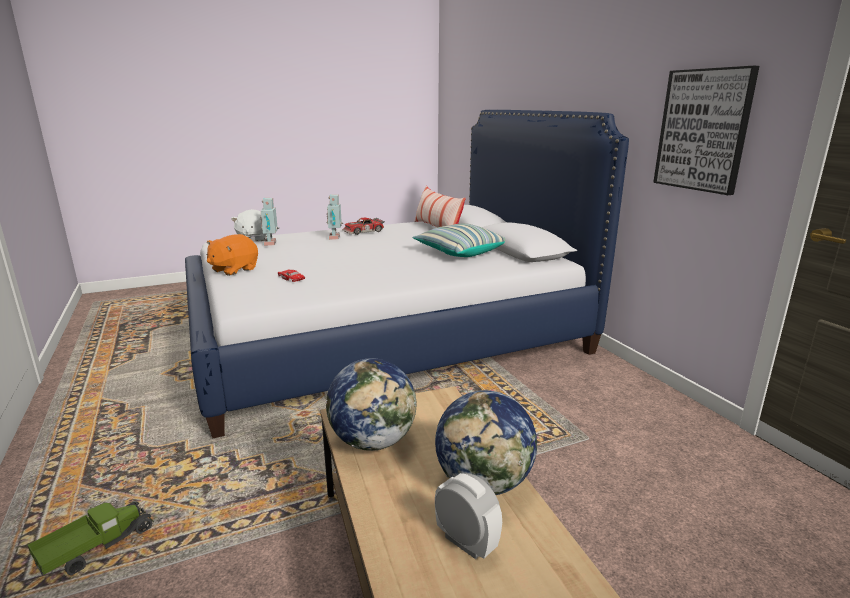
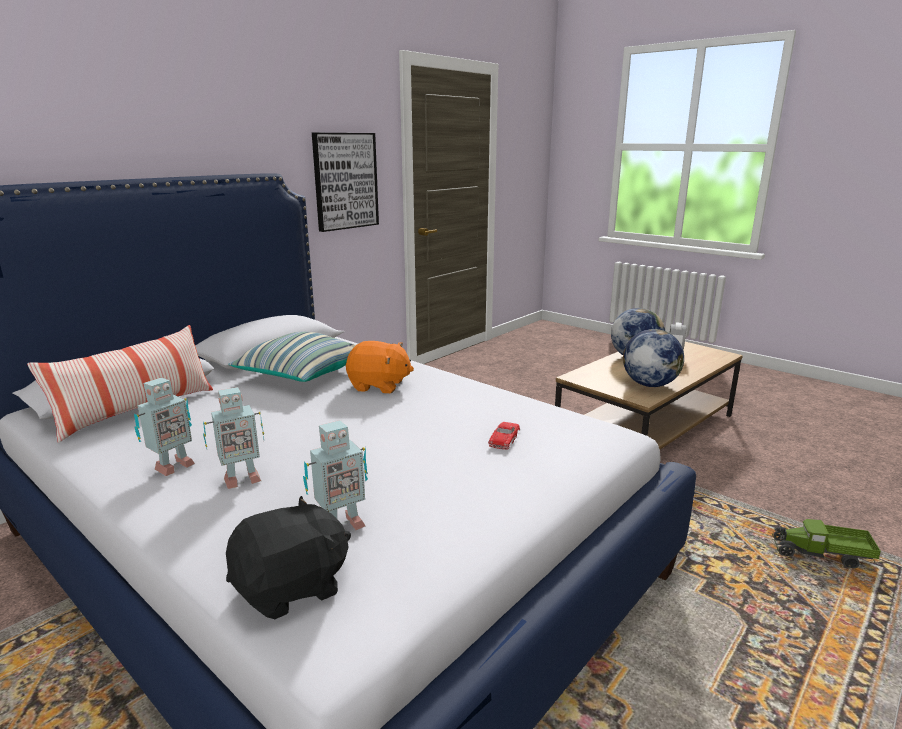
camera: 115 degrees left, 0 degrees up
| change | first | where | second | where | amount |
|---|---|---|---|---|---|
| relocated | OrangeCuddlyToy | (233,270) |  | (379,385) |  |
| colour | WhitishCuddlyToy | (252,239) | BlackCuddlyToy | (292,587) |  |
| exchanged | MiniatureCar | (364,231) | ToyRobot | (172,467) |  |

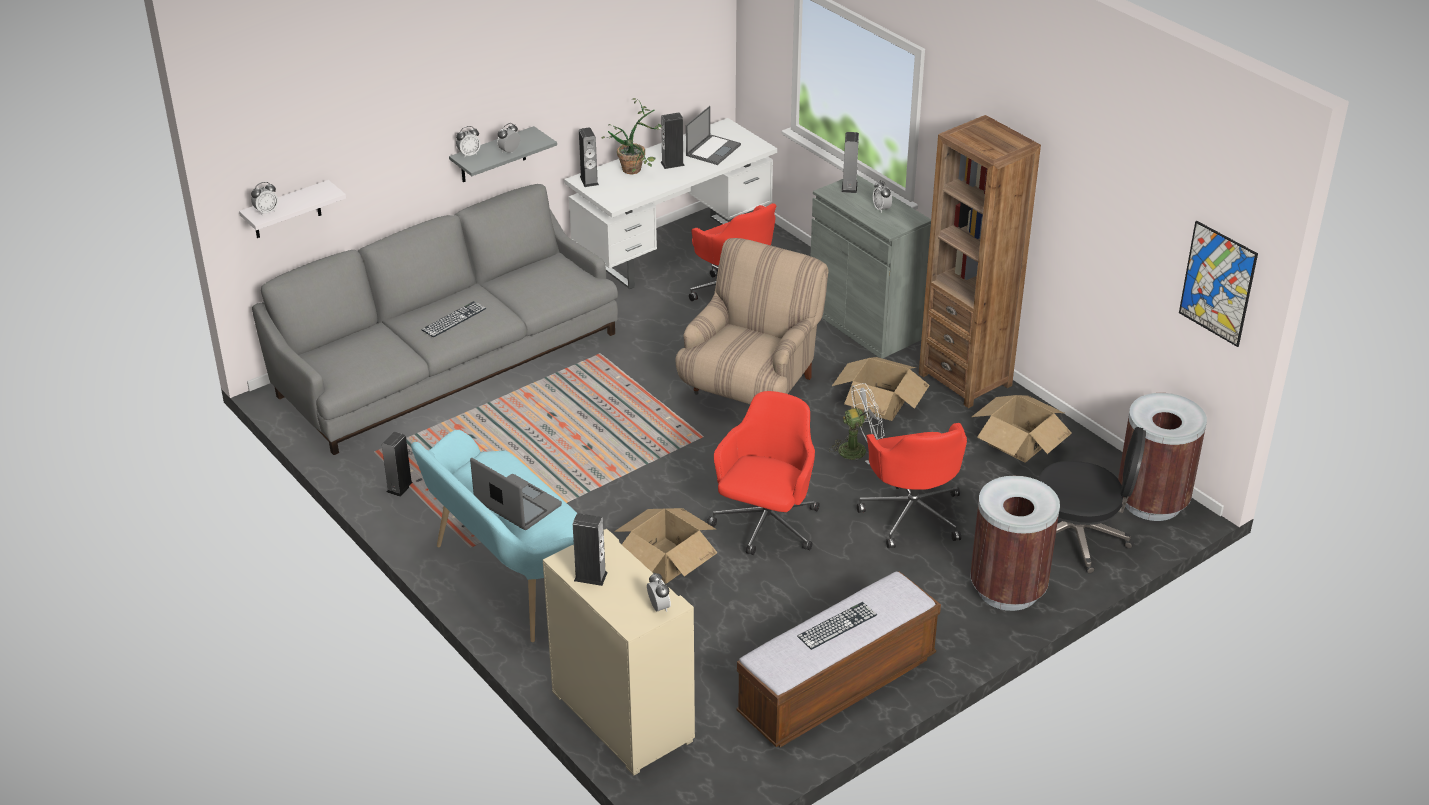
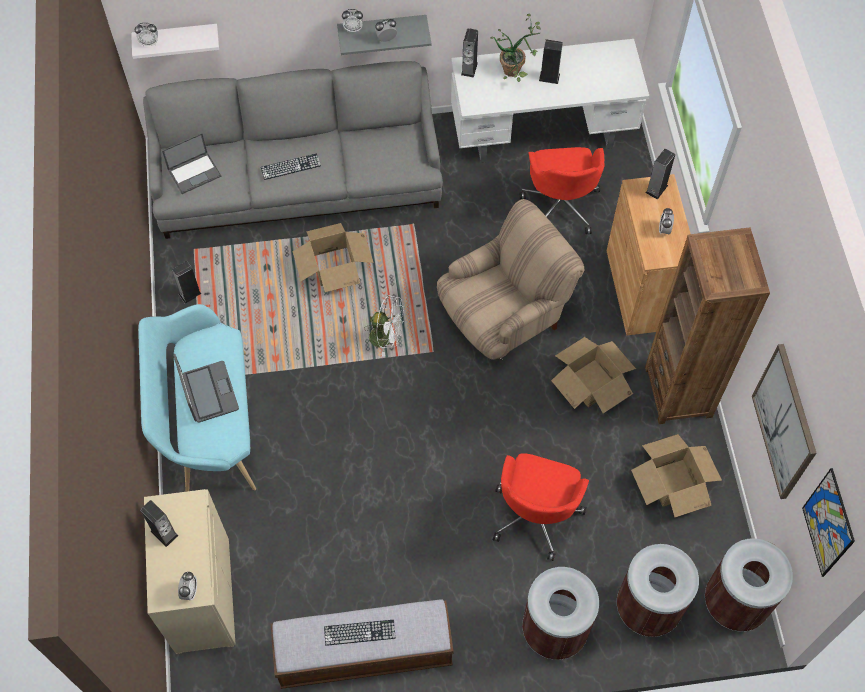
camera: 30 degrees right, 25 degrees up
| change | first | where | second | where | amount |
|---|---|---|---|---|---|
| relocated | CardboardBox | (666,560) |  | (334,266) |  |
| relocated | NotebookComputer | (713,150) |  | (195,172) |  |
| missing | RedColouredComputerChair | (766,526) |  |  |  |
| colour | GreyStorageCabinet | (865,324) | BrownishStorageCabinet | (640,289) |  |
| relocated | WhitishElectricFan | (858,449) |  | (386,337) |  |
| exchanged | BlackComputerChair | (1079,538) | BrownishTrashCan | (648,608) |  |
| appeared |  |  | Picture | (785,422) |  |

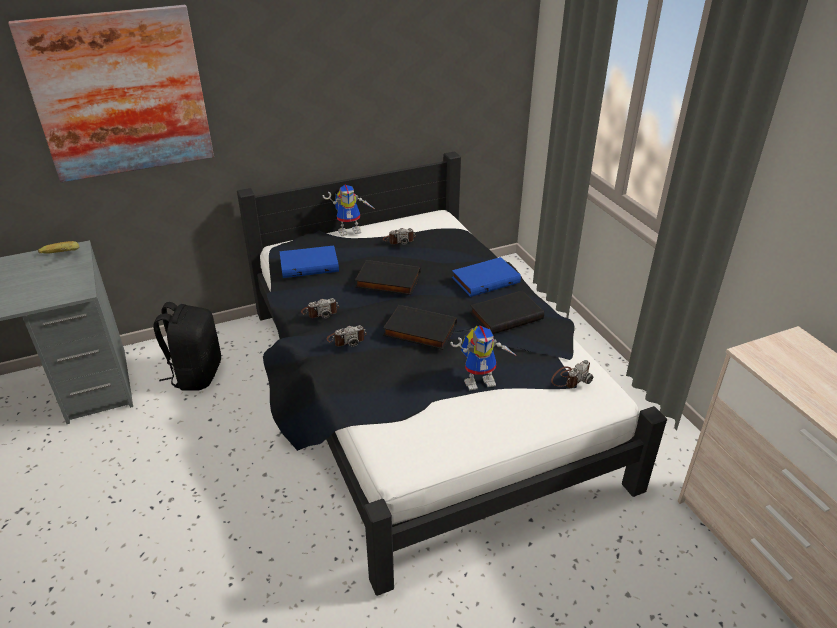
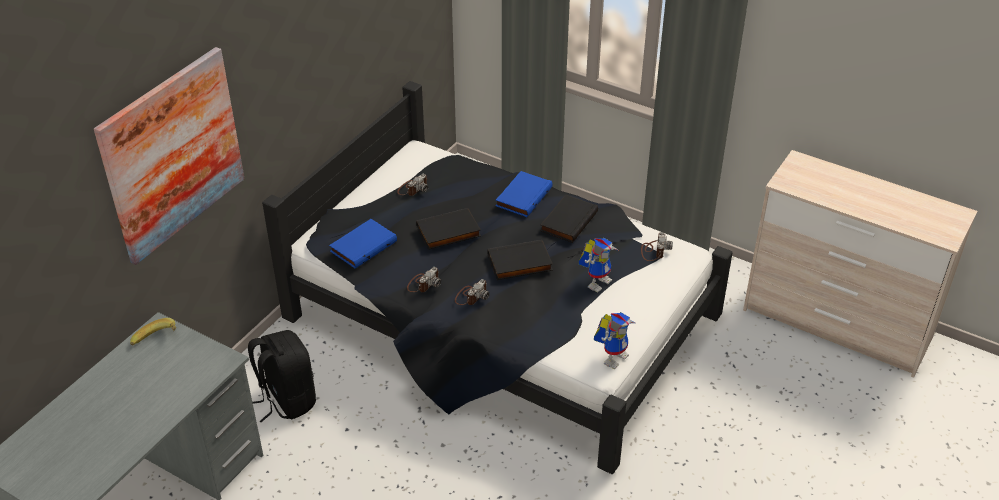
camera: 35 degrees left, 5 degrees up
| change | first | where | second | where | amount |
|---|---|---|---|---|---|
| relocated | ToyRobot | (351,230) |  | (613,356) |  |

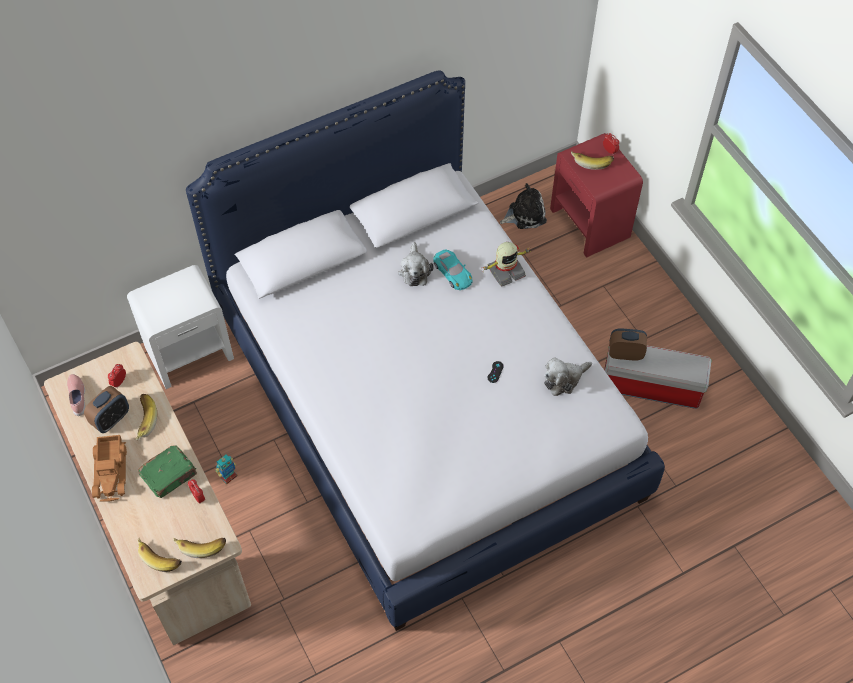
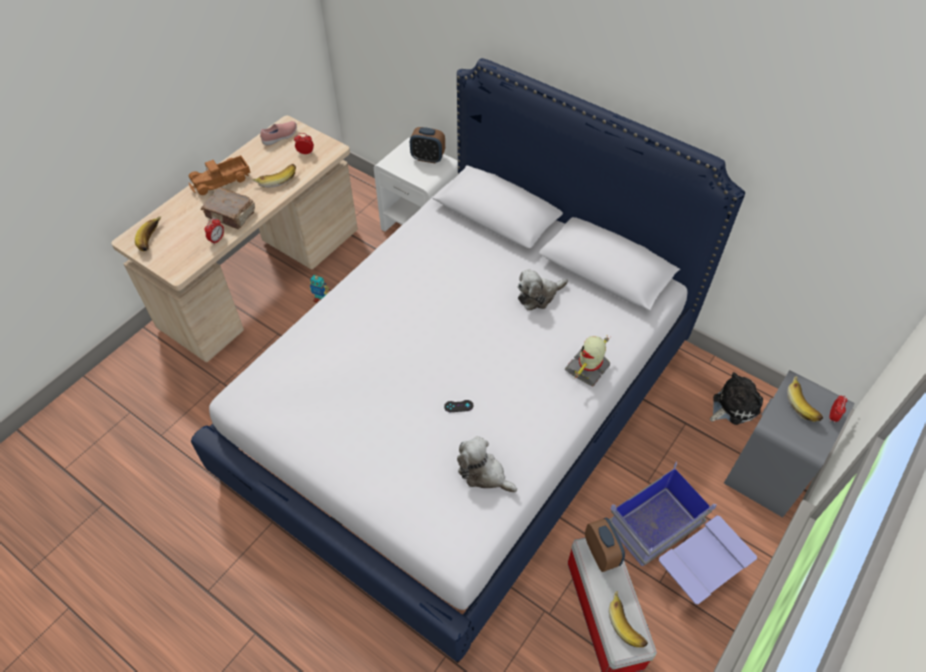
camera: 65 degrees right, 5 degrees down
| change | first | where | second | where | amount |
|---|---|---|---|---|---|
| relocated | BedsideClock | (111,419) |  | (428,158) |  |
| colour | GreenishBoundBook | (170,475) | BrownishBoundBook | (231,215) |  |
| relocated | BananaFruit | (201,545) |  | (628,623) |  |
| missing | BlueGreenMiniatureCar | (452,272) |  |  |  |
| spun | ToyRobot | (505,271) |  | (588,369) | 90 degrees clockwise |
| spun | CuddlyToy | (525,214) |  | (733,406) | 75 degrees counterclockwise |
| colour | RedColouredNightTable | (590,223) | GreyNightTable | (769,470) |  |
| appeared |  |  | BlueStorageBox | (673,550) |  |

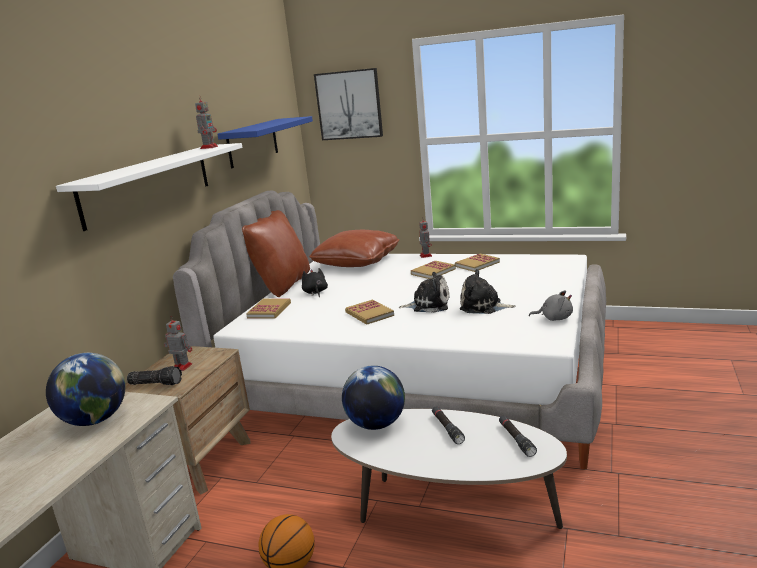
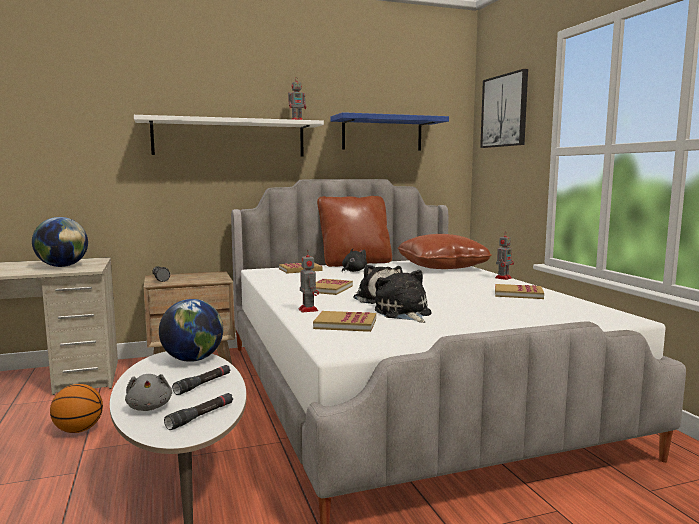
camera: 50 degrees right, 10 degrees down
| change | first | where | second | where | amount |
|---|---|---|---|---|---|
| relocated | ToyRobot | (181,367) |  | (308,309) |  |
| relocated | BoundBook | (433,271) |  | (345,324) |  |
| relocated | GreyCuddlyToy | (554,318) |  | (149,407) |  |

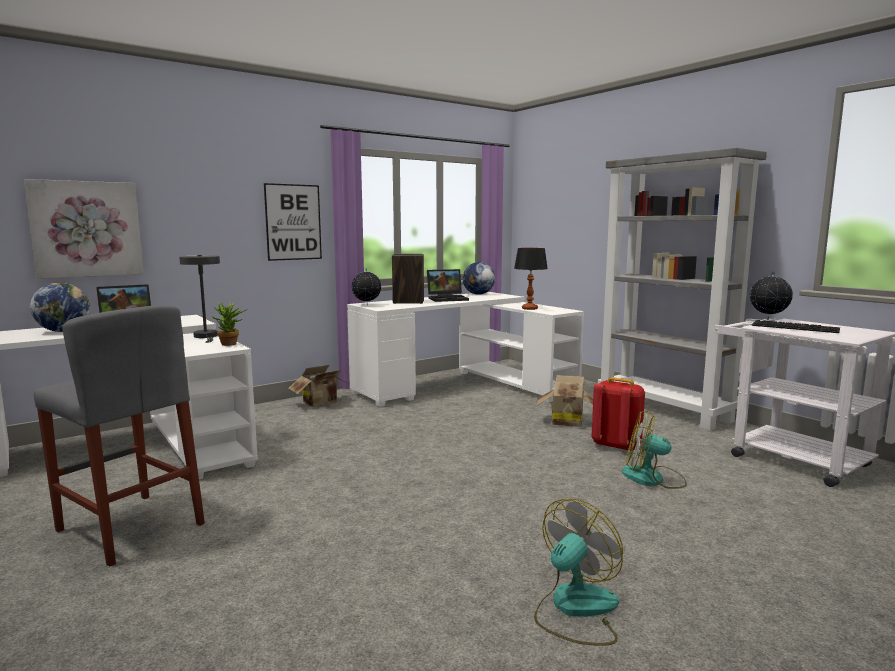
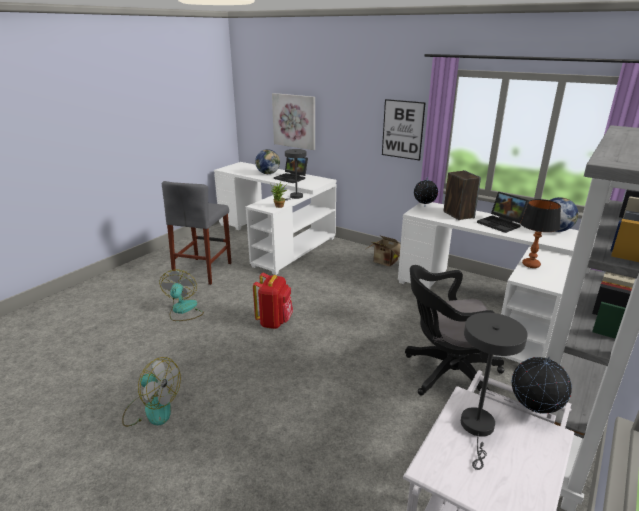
camera: 70 degrees right, 15 degrees up
| change | first | where | second | where | amount |
|---|---|---|---|---|---|
| exchanged | CardboardBox | (566,421) | BlackComputerChair | (447,374) |  |
| relocated | RedColouredBackpack | (616,446) |  | (274,322) |  |
| relocated | ElectricFan | (652,478) |  | (183,310) |  |
| exchanged | PcKeyboard | (796,327) | GreyTabletopLamp | (478,429) |  |

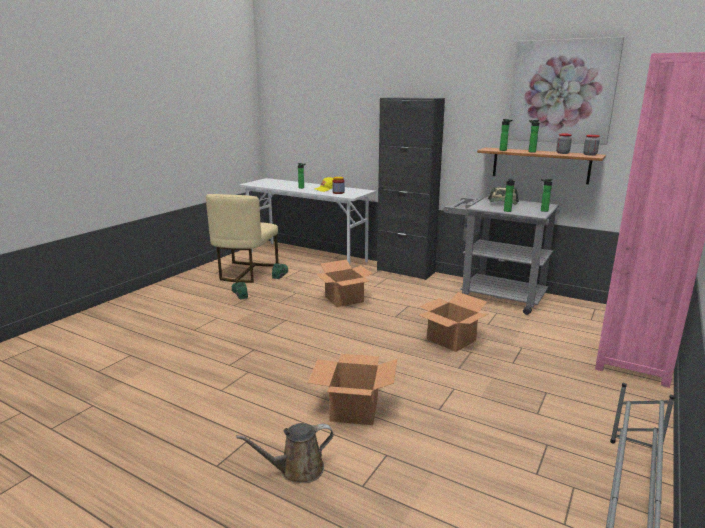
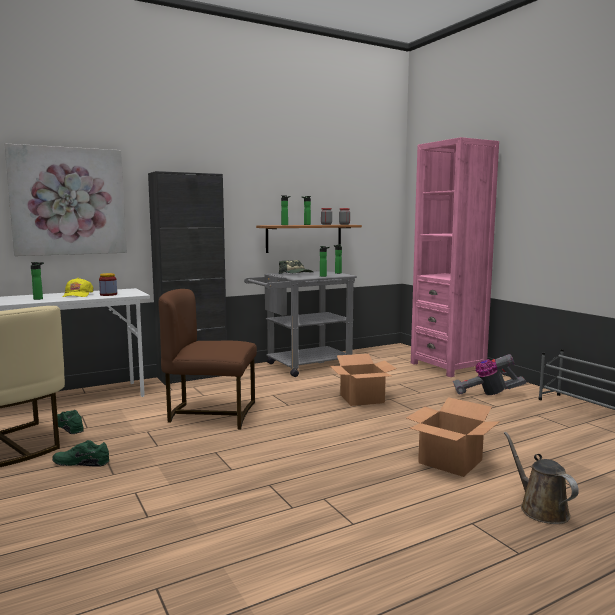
camera: 60 degrees left, 10 degrees down
| change | first | where | second | where | amount |
|---|---|---|---|---|---|
| spun | BrownishSprinklingCan | (297,470) |  | (540,509) | 150 degrees clockwise |
| exchanged | CardboardBox | (344,299) | BrownishChair | (211,414) |  |
| relocated | Picture | (561,92) |  | (68,201) |  |
| appeared |  |  | Hoover | (486,394) |  |

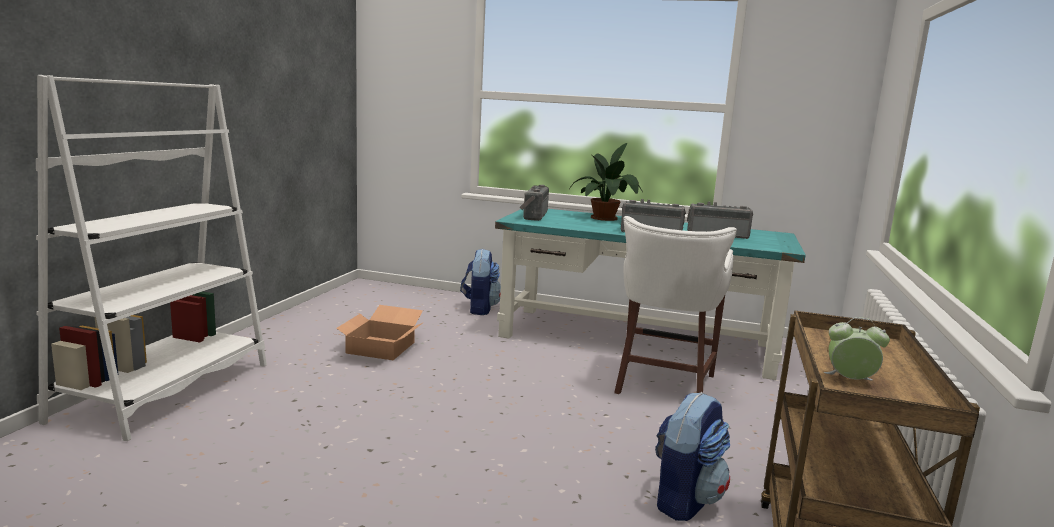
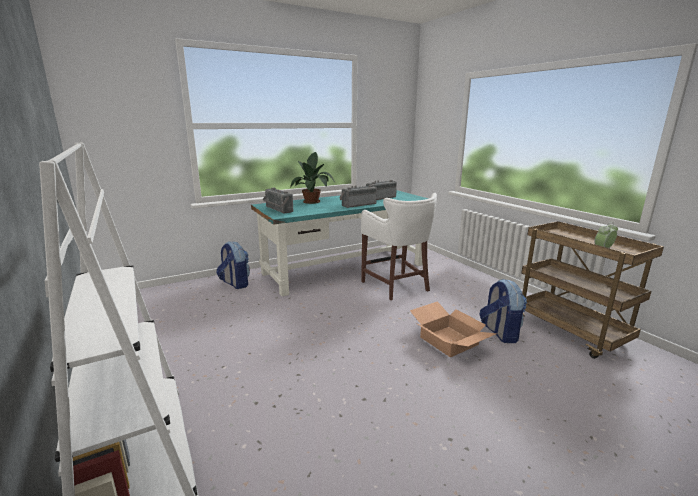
camera: 45 degrees left, 5 degrees up
| change | first | where | second | where | amount |
|---|---|---|---|---|---|
| relocated | CardboardBox | (380,347) |  | (447,341) |  |

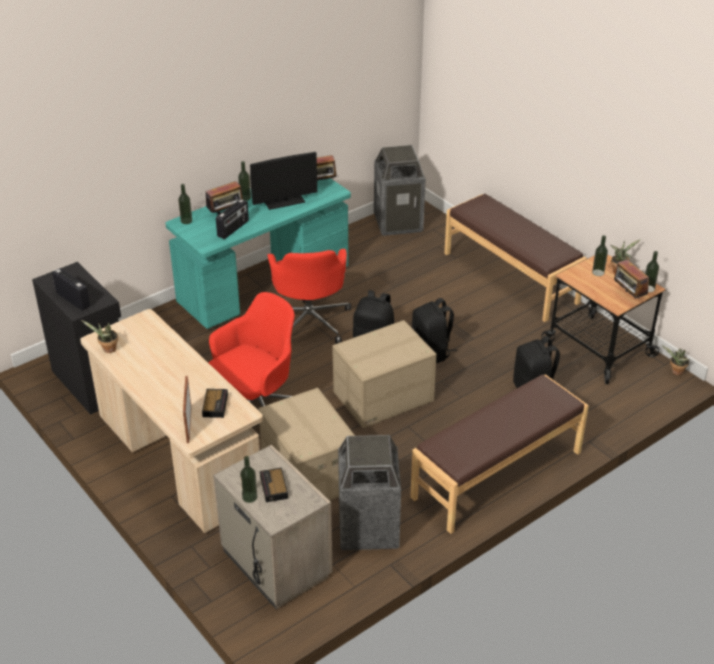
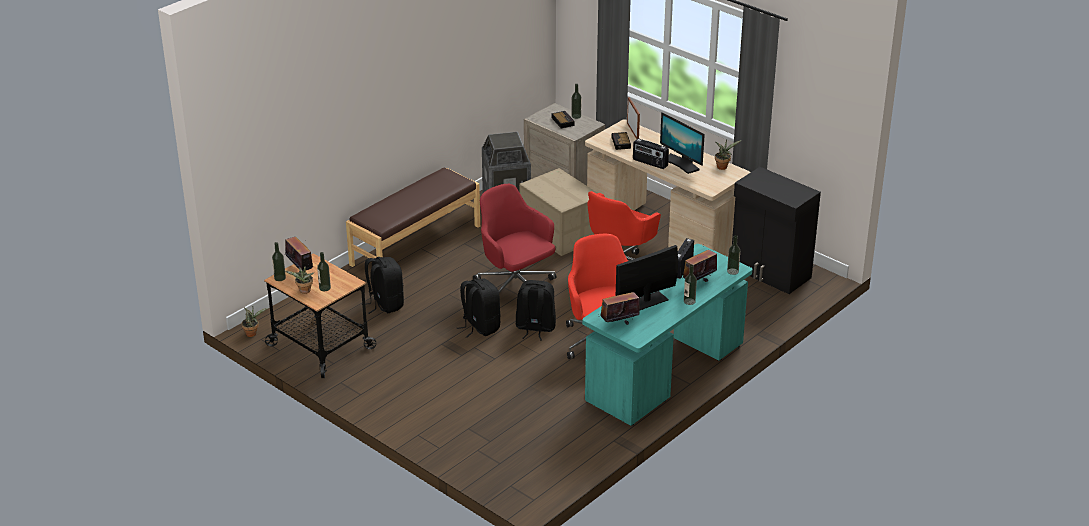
camera: 170 degrees right, 5 degrees down
| change | first | where | second | where | amount |
|---|---|---|---|---|---|
| relocated | RadioReceiver | (73,299) |  | (650,163) |  |
| exchanged | CardboardBox | (383,397) | RedColouredComputerChair | (515,287) |  |
| missing | TrashCan | (398,222) |  |  |  |
| missing | BrownishBench | (511,277) |  |  |  |
| appeared |  |  | ComputerScreen | (681,164) |  |

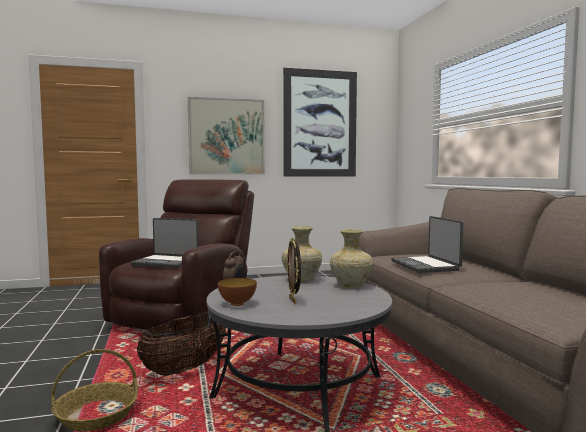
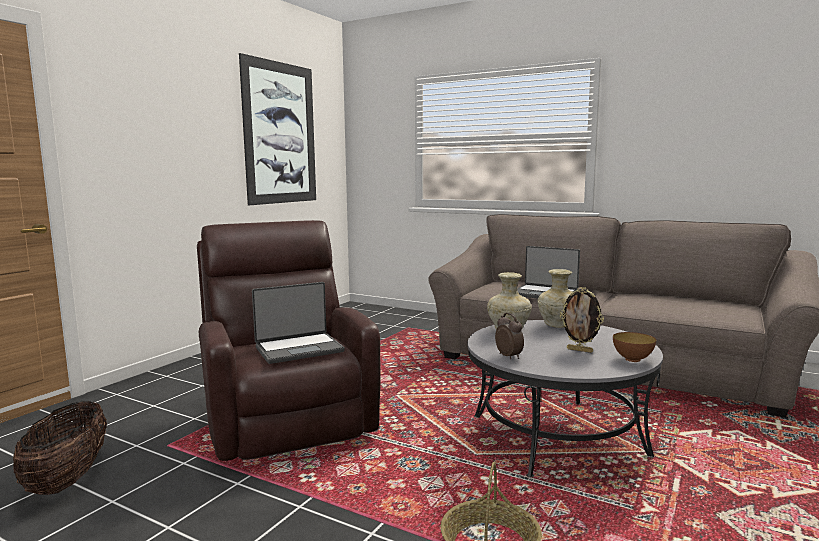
camera: 45 degrees left, 5 degrees up
| change | first | where | second | where | amount |
|---|---|---|---|---|---|
| relocated | StorageBasket | (185,369) |  | (68,479) |  |
| missing | Picture | (226,137) |  |  |  |
| relocated | DeepDish | (237,304) |  | (632,359) |  |

